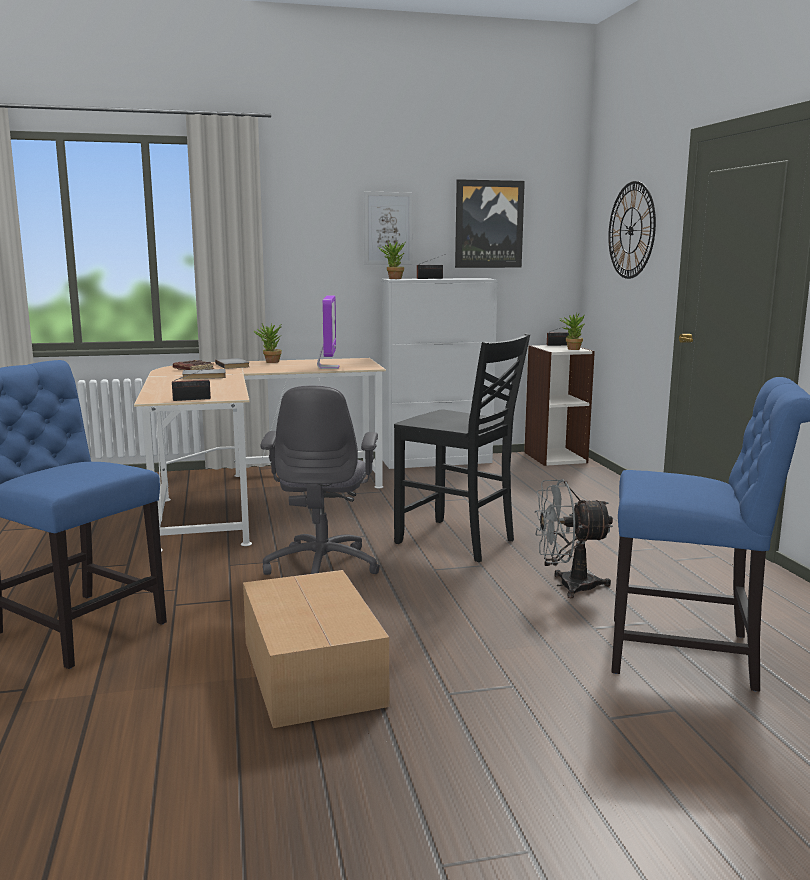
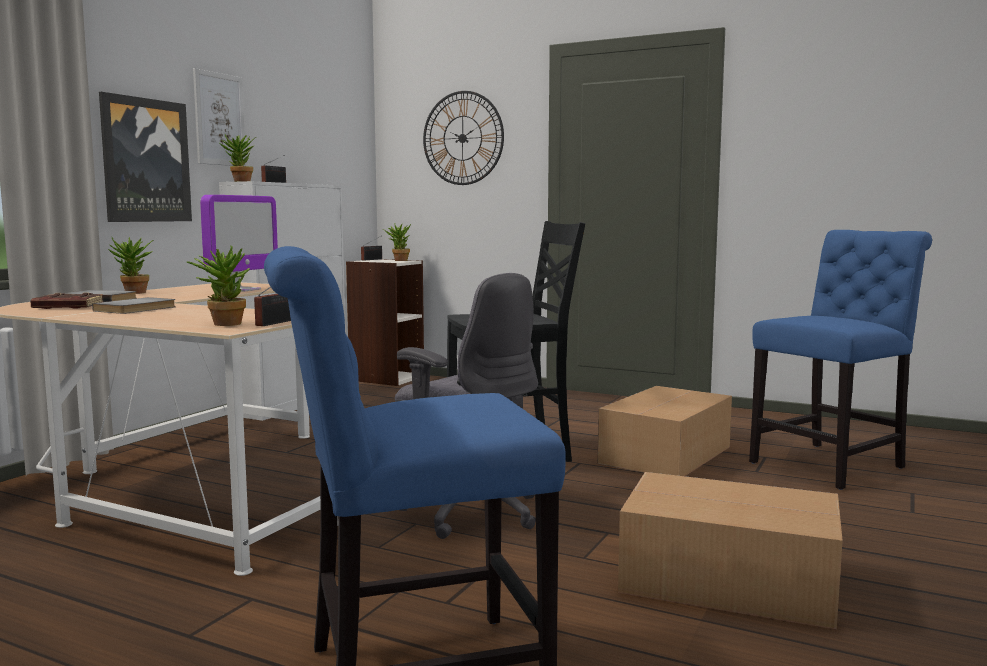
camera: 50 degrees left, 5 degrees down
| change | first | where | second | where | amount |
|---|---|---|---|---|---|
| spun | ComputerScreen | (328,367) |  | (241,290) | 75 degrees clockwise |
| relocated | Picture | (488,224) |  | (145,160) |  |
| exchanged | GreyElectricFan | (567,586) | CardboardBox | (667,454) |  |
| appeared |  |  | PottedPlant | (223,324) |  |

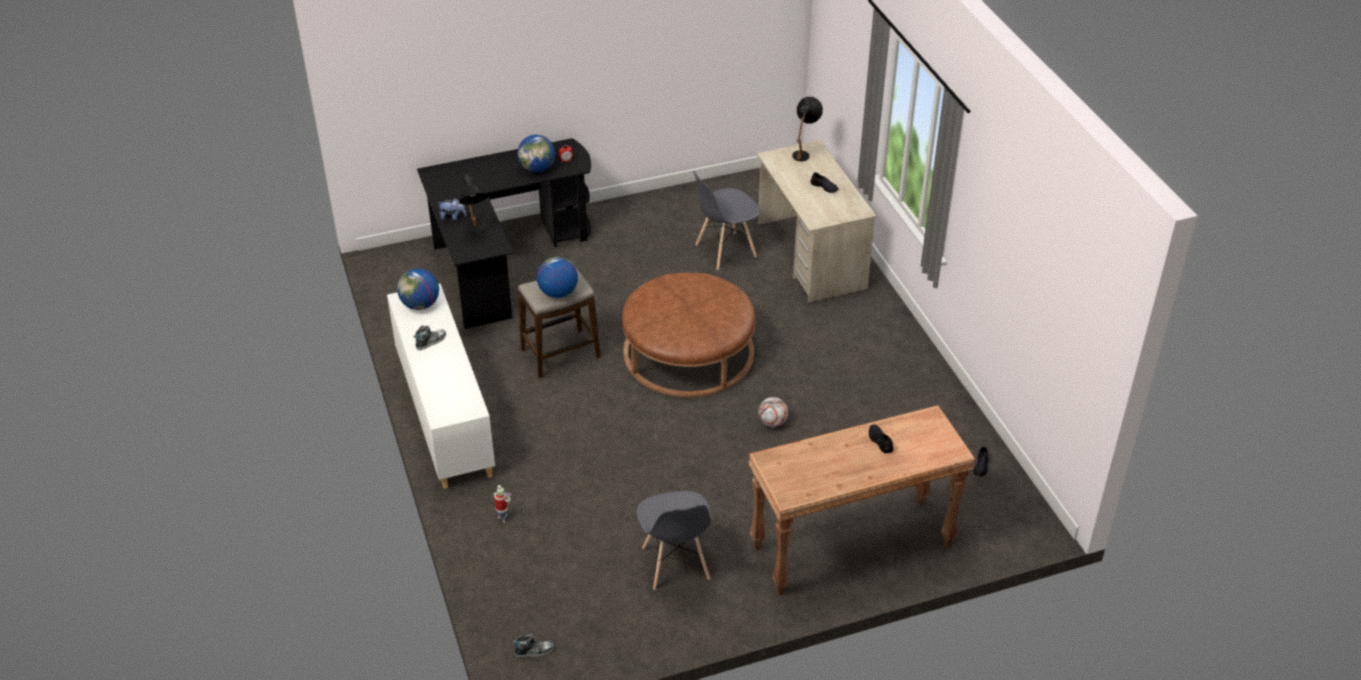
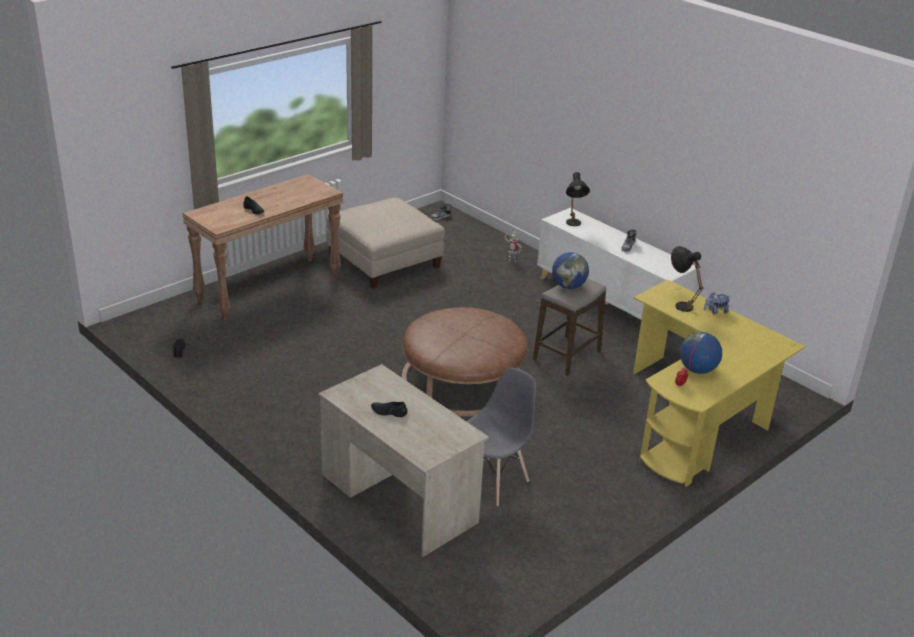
camera: 155 degrees right, 10 degrees down
| change | first | where | second | where | amount |
|---|---|---|---|---|---|
| missing | Globe | (420,305) |  |  |  |
| colour | BlackDeskTable | (501,259) | YellowishDeskTable | (698,419) |  |
| exchanged | GreyChair | (675,564) | BeigeColouredPouffe | (384,261) |  |
| missing | BallForFootball | (772,423) |  |  |  |
| relocated | BlackTabletopLamp | (803,153) |  | (573,225) |  |

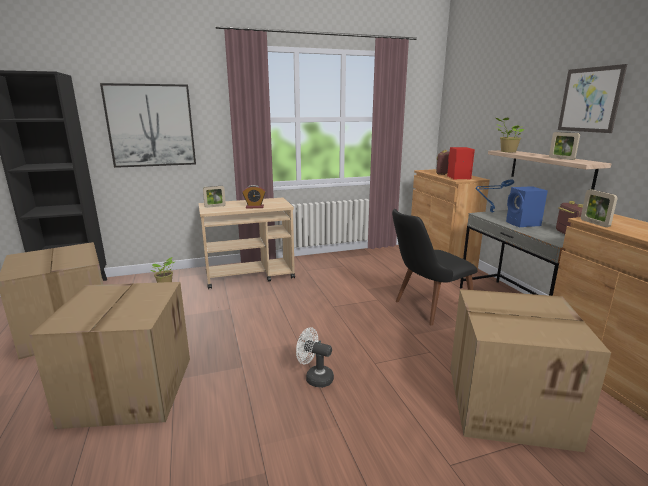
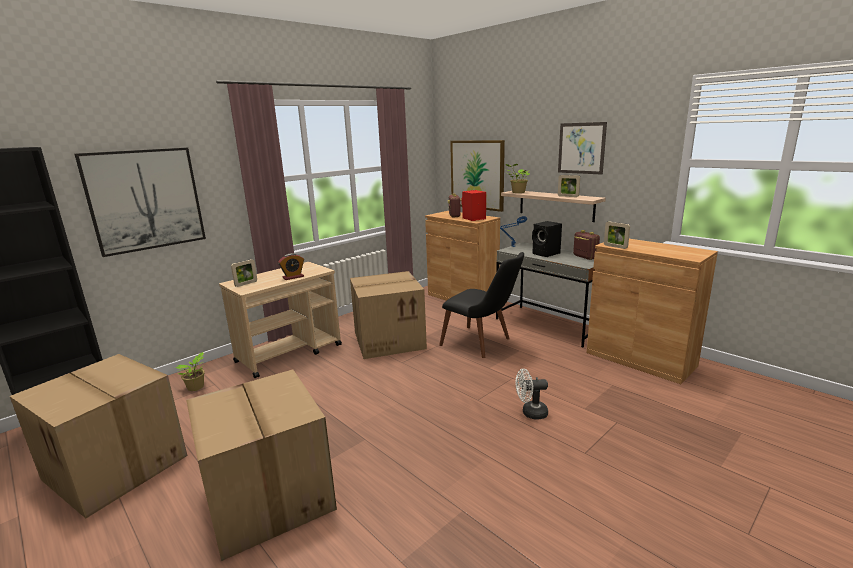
camera: 25 degrees left, 0 degrees up
| change | first | where | second | where | amount |
|---|---|---|---|---|---|
| relocated | WhitishElectricFan | (315,378) |  | (530,413) |  |
| spun | BlackChair | (426,309) |  | (483,343) | 90 degrees counterclockwise |
| relocated | CardboardBox | (509,404) |  | (390,340) |  |
| colour | BlueSpeaker | (523,224) | BlackSpeaker | (546,254) |  |
| appeared |  |  | Picture | (477,174) |  |

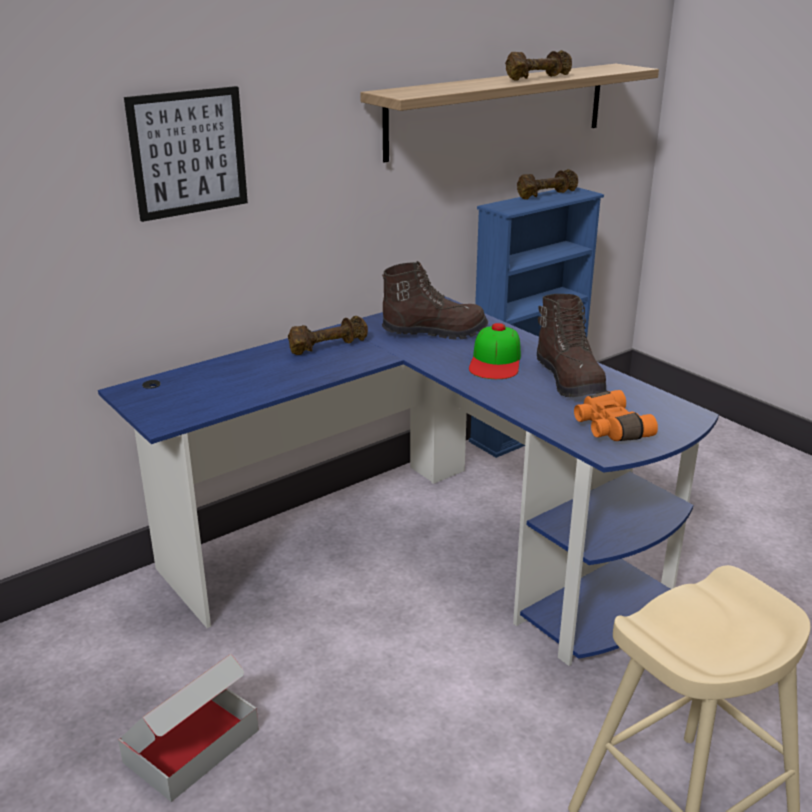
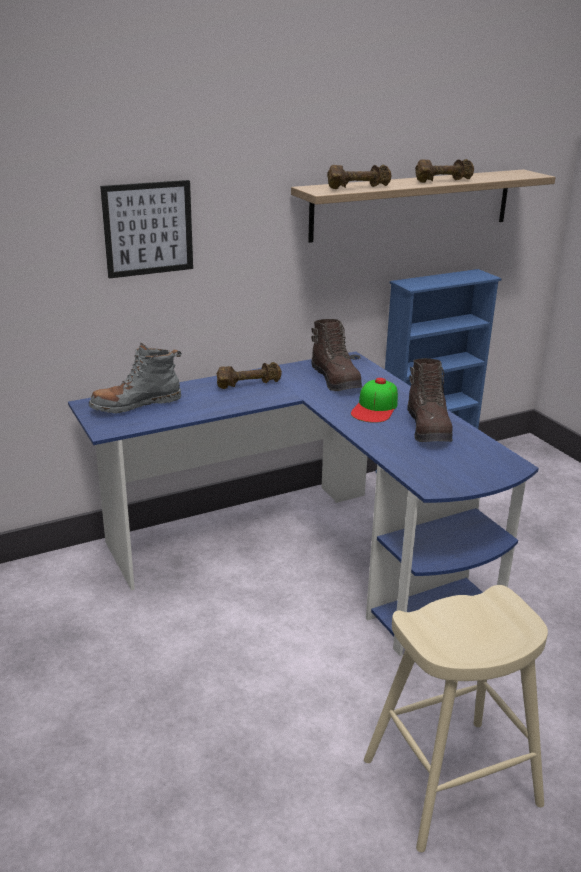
camera: 10 degrees right, 0 degrees up
| change | first | where | second | where | amount |
|---|---|---|---|---|---|
| missing | CardboardBox | (192,745) |  |  |  |
| spun | BrownishBoot | (434,332) |  | (336,380) | 60 degrees clockwise |
| relocated | BrownishDumbbell | (546,195) |  | (358,187) |  |
| missing | OrangeBinoculars | (609,428) |  |  |  |
| appeared |  |  | GreyBoot | (136,404) |  |

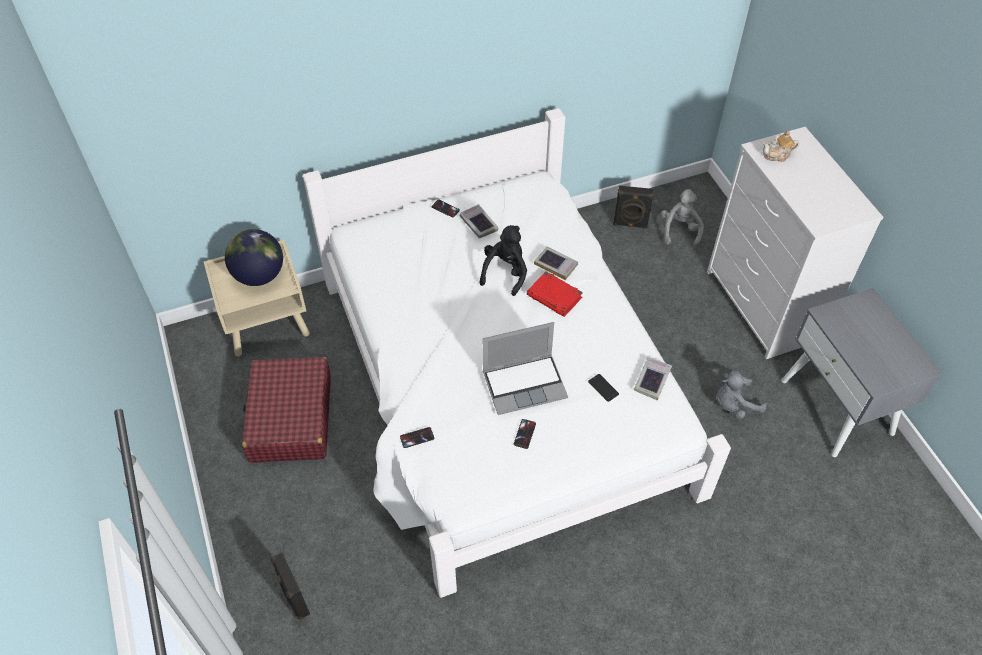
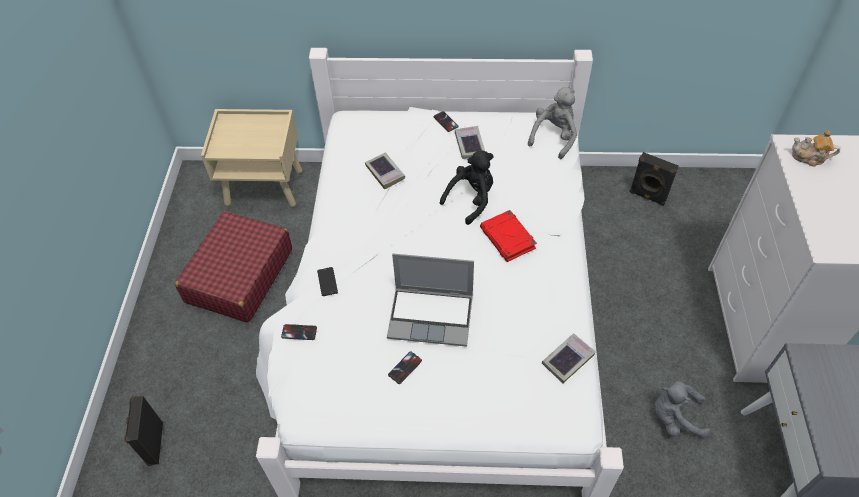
camera: 25 degrees right, 0 degrees up
| change | first | where | second | where | amount |
|---|---|---|---|---|---|
| missing | Globe | (259,275) |  |  |  |
| relocated | BoundBook | (555,265) |  | (385,173) |  |
| relocated | Handset | (603,388) |  | (327,282) |  |
| relocated | GreyCuddlyToy | (679,230) |  | (554,137) |  |

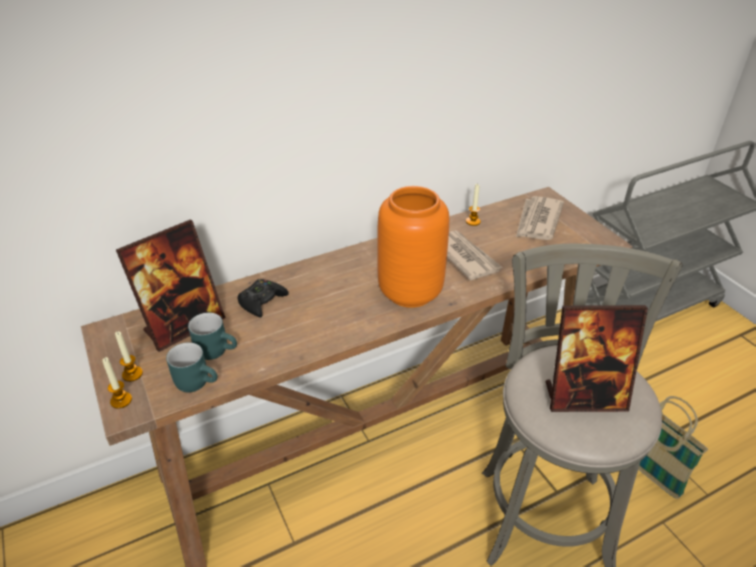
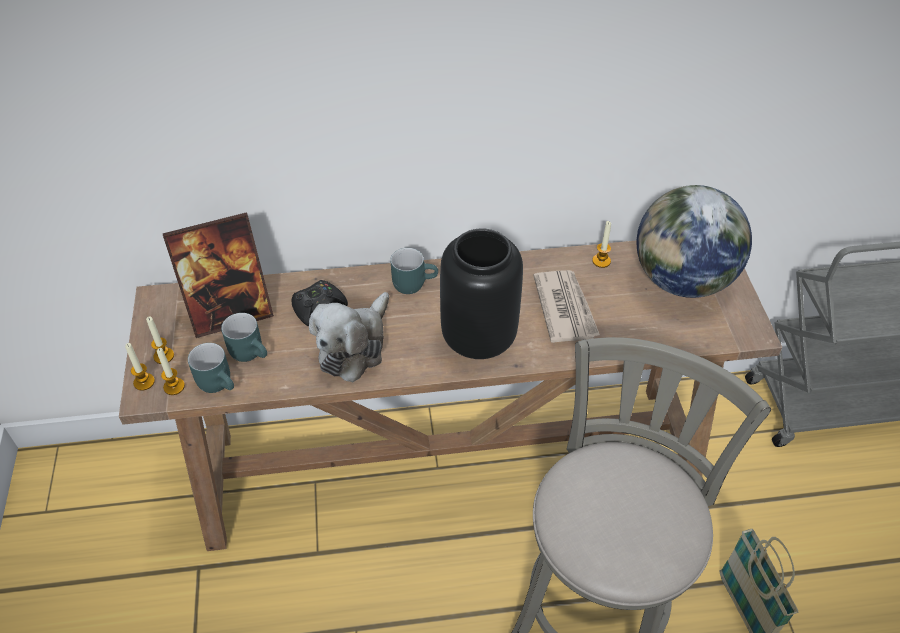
camera: 20 degrees right, 10 degrees up
| change | first | where | second | where | amount |
|---|---|---|---|---|---|
| colour | OrangeFlowerVase | (410,291) | BlackFlowerVase | (479,337) |  |
| exchanged | DailyPaper | (538,221) | Globe | (682,280) |  |
| missing | PhotoFrame | (584,397) |  |  |  |
| appeared |  |  | Candle | (174,387) |  |
| appeared |  |  | CuddlyToy | (354,346) |  |
| appeared |  |  | BlueGreenTeaMug | (413,282) |  |

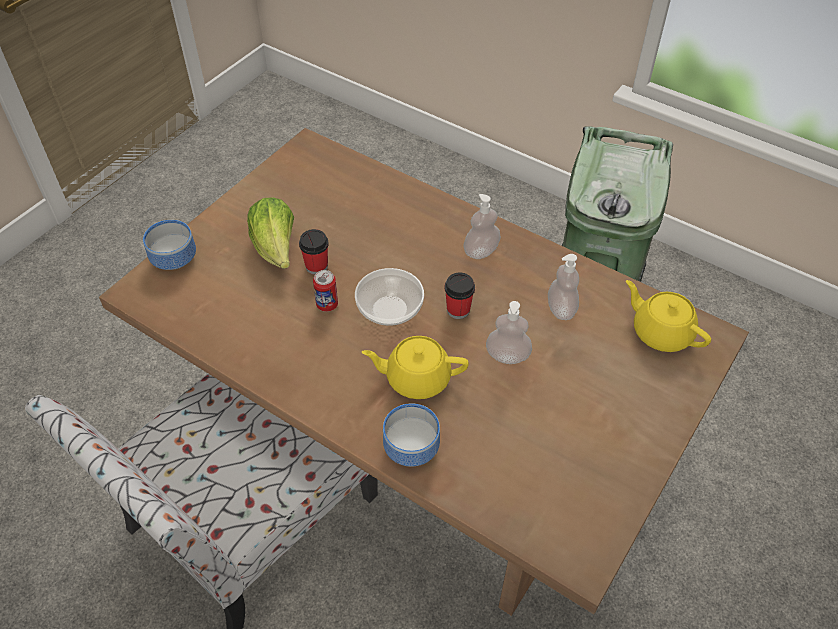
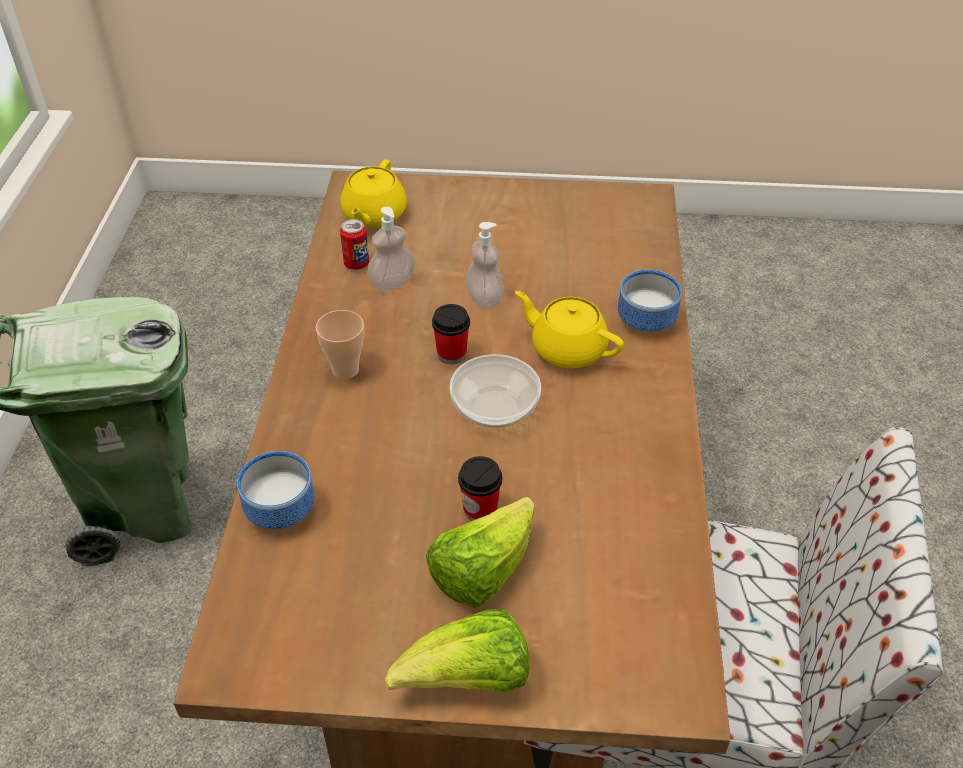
camera: 120 degrees left, 5 degrees down
| change | first | where | second | where | amount |
|---|---|---|---|---|---|
| relocated | DeepDish | (174,260) |  | (283,508) |  |
| relocated | MetalCan | (327,304) |  | (356,264) |  |
| spun | YellowishTeapot | (416,378) |  | (567,349) | 150 degrees clockwise |
| exchanged | LiquidSoapBottle | (481,251) | SmallCup | (345,369) |  |
| appeared |  |  | HeadOfLettuce | (468,680) |  |

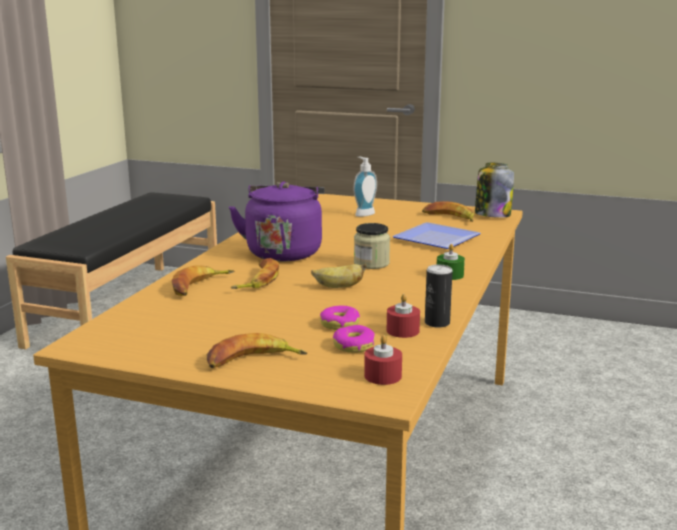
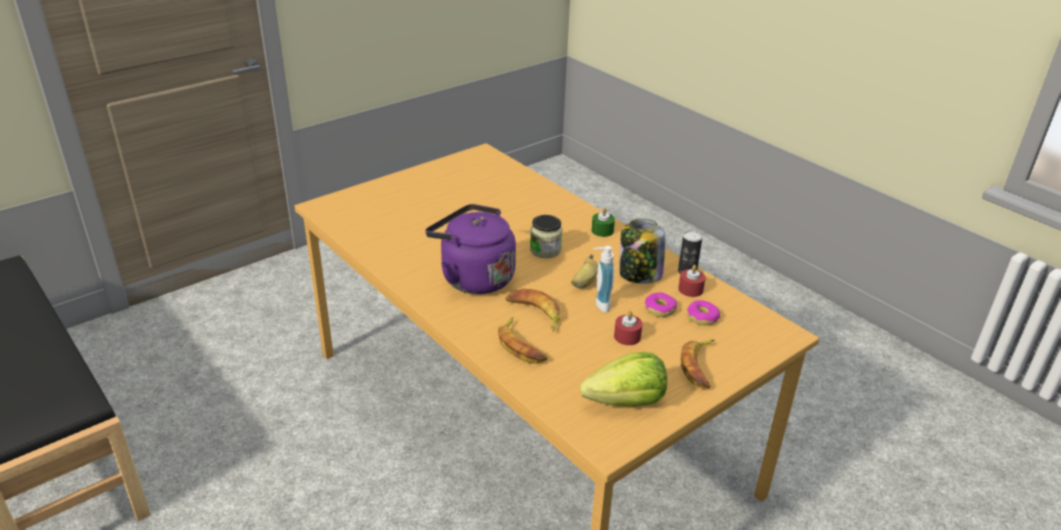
camera: 60 degrees left, 15 degrees up
| change | first | where | second | where | amount |
|---|---|---|---|---|---|
| relocated | LiquidSoapBottle | (363,214) |  | (599,304) |  |
| relocated | RedColouredCandle | (383,376) |  | (627,336) |  |
| missing | Plate | (433,239) |  |  |  |
| missing | BananaFruit | (449,218) |  |  |  |
| relocated | Jar | (492,215) |  | (639,274) |  |
| appeared |  |  | HeadOfLettuce | (626,402) |  |

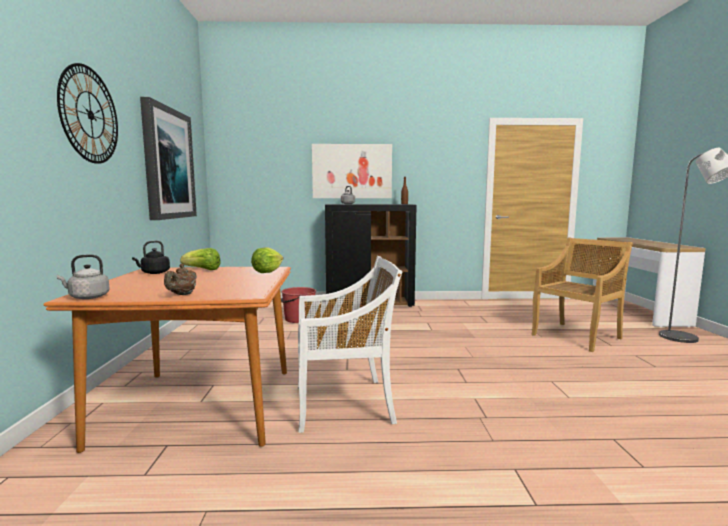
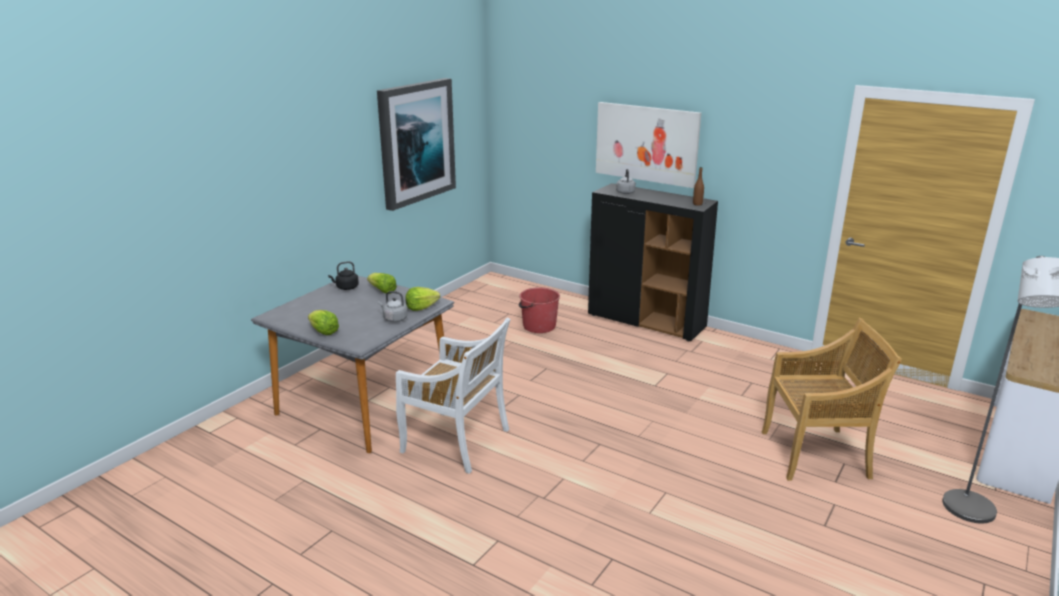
camera: 35 degrees right, 15 degrees up
| change | first | where | second | where | amount |
|---|---|---|---|---|---|
| colour | OrangeKitchenTable | (200,405) | GreyKitchenTable | (364,404) |  |
| missing | HangingClock | (90,115) |  |  |  |
| relocated | GreyKettle | (87,297) |  | (394,319) |  |
| exchanged | BrownishTeapot | (182,294) | HeadOfLettuce | (323,332) |  |

